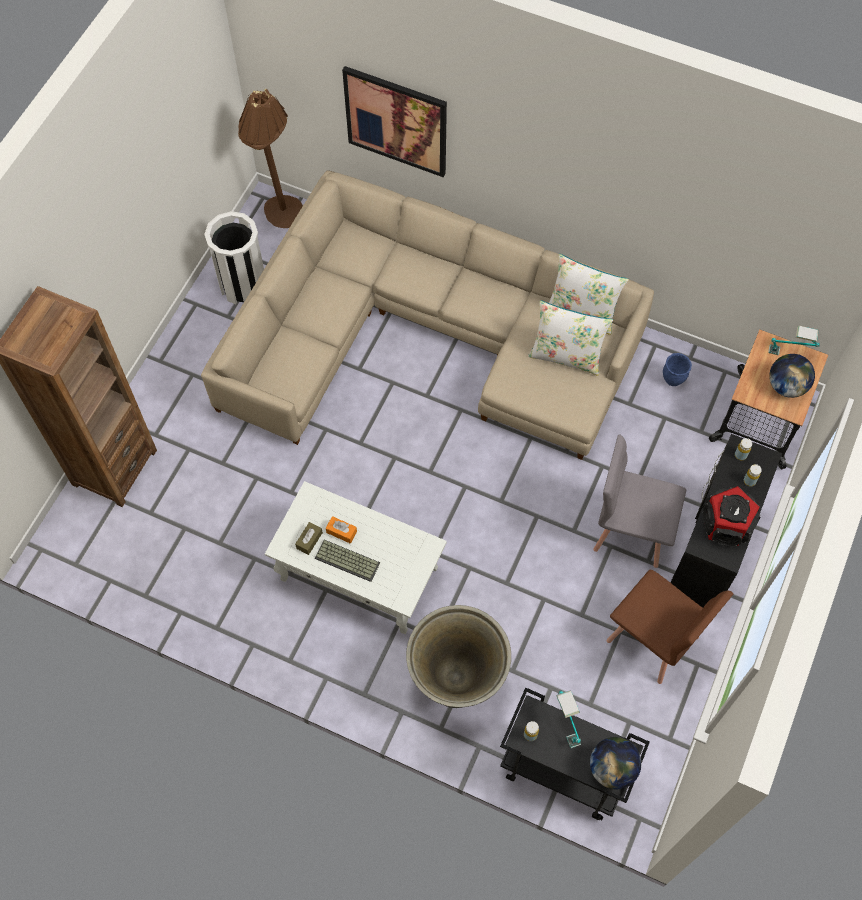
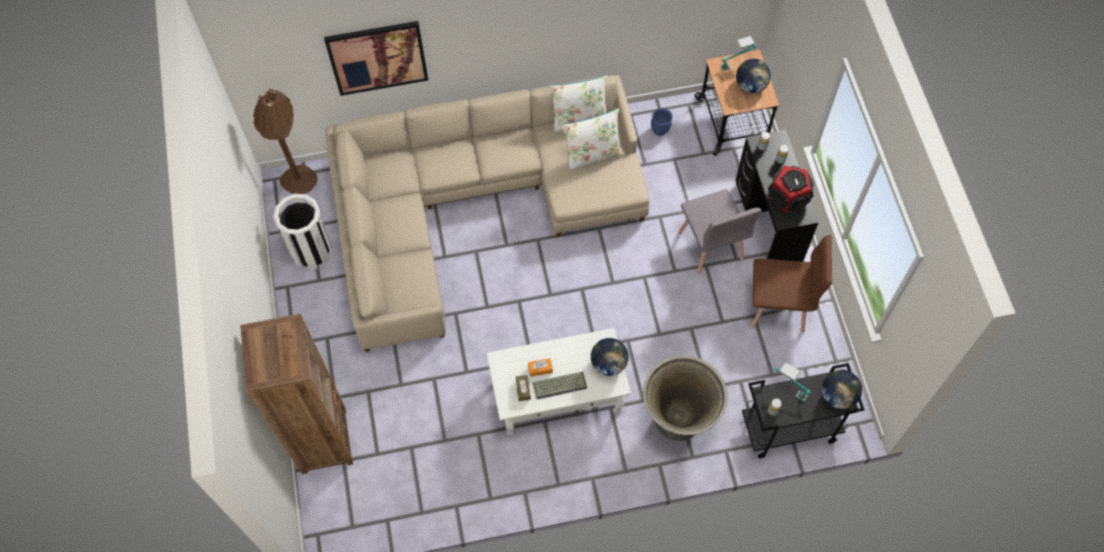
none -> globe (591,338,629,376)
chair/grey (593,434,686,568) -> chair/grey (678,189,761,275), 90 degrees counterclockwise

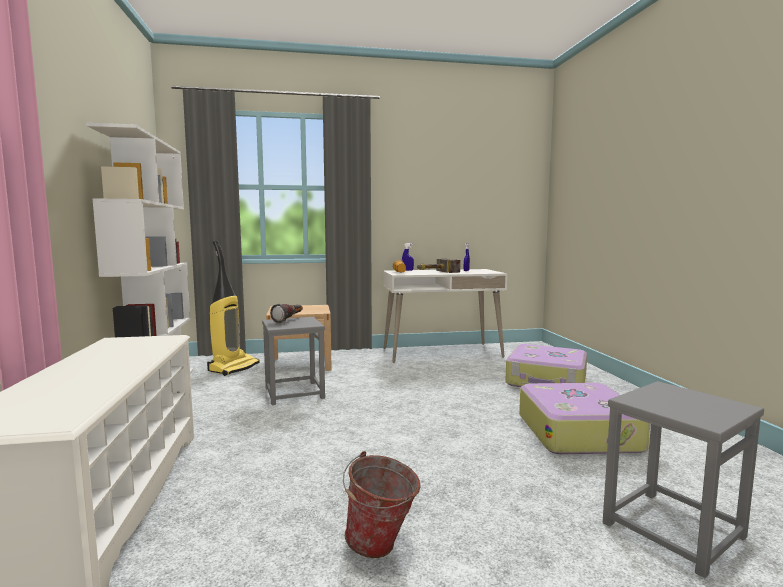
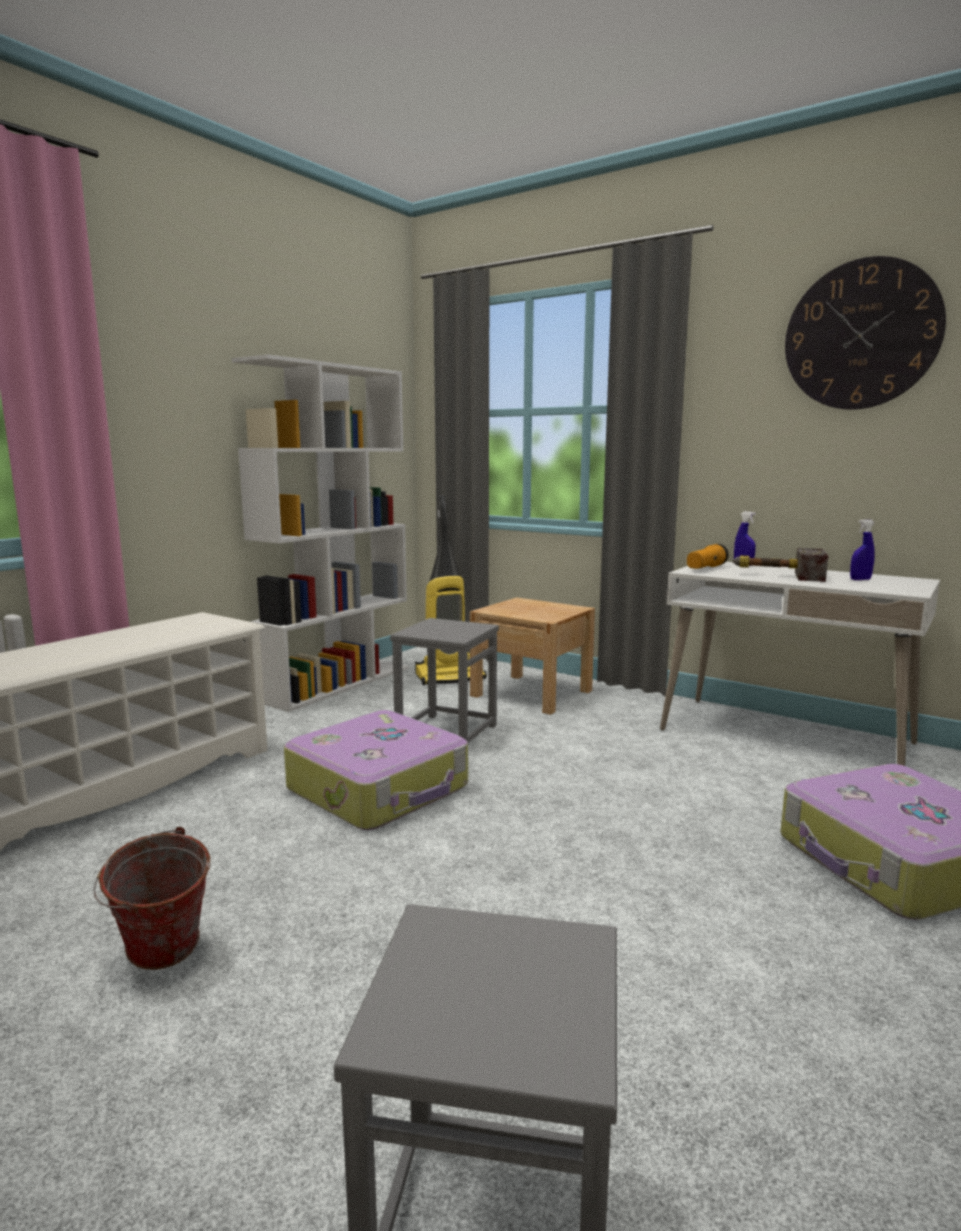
suitcase (519,383,650,454) -> suitcase (284,710,468,830), shifted
none -> wall clock (785,256,946,410)
flashlight (270,304,303,323) -> none

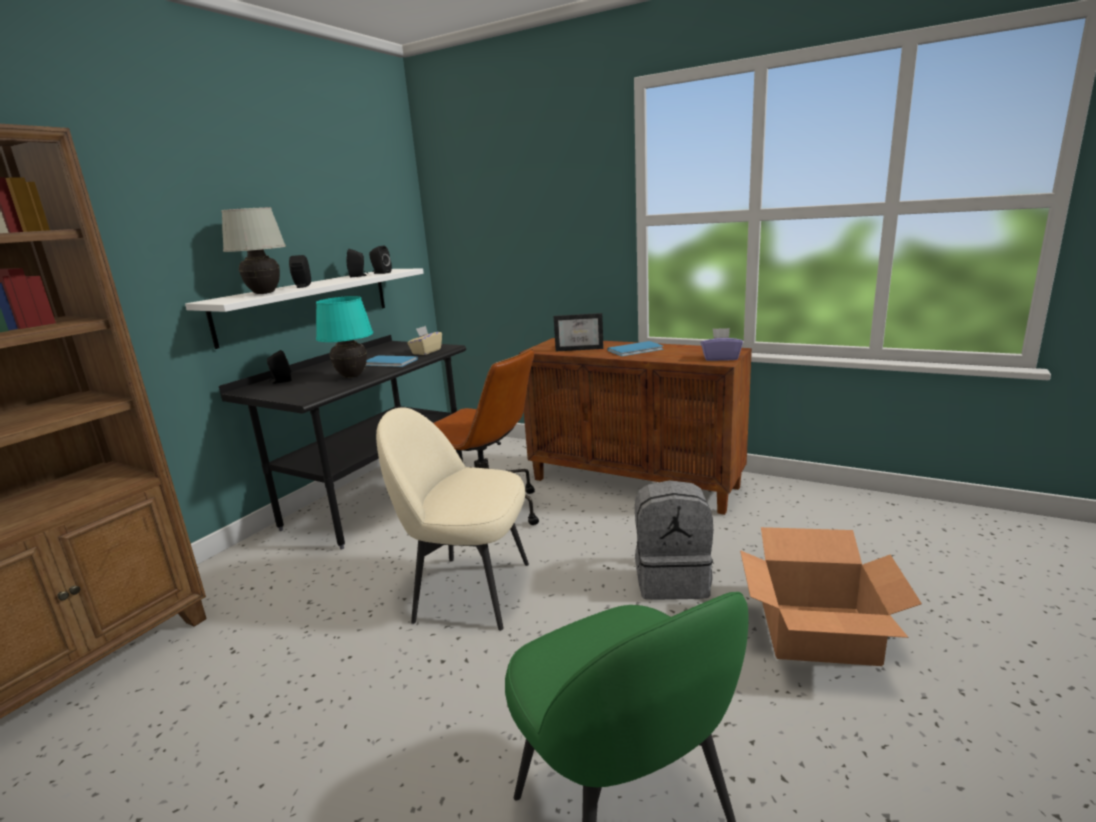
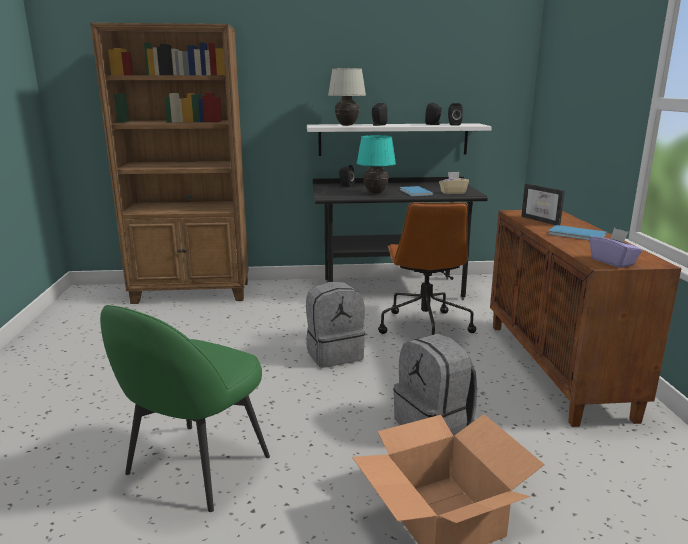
chair/beige (376,407,529,631) -> backpack/grey (306,282,365,368)

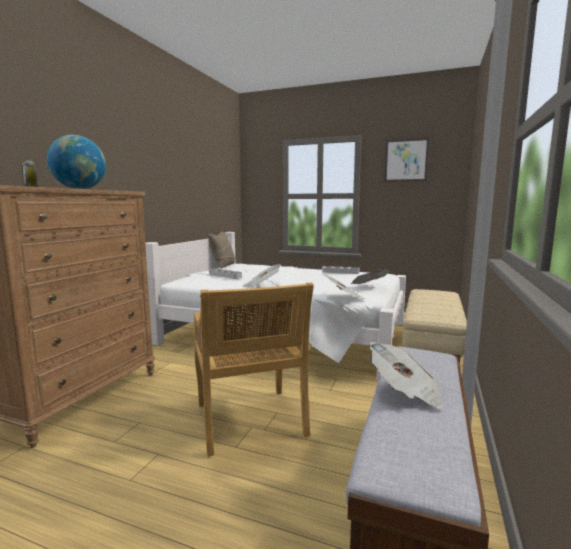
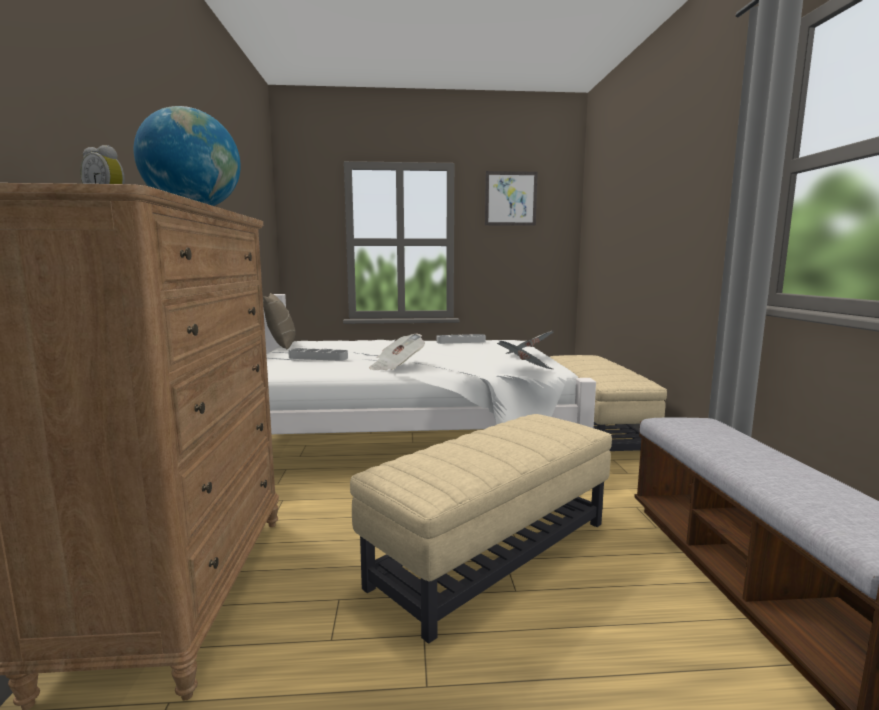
chair/beige (194,283,314,457) -> ottoman/beige (350,414,612,644)
newspaper (369,342,443,409) -> none

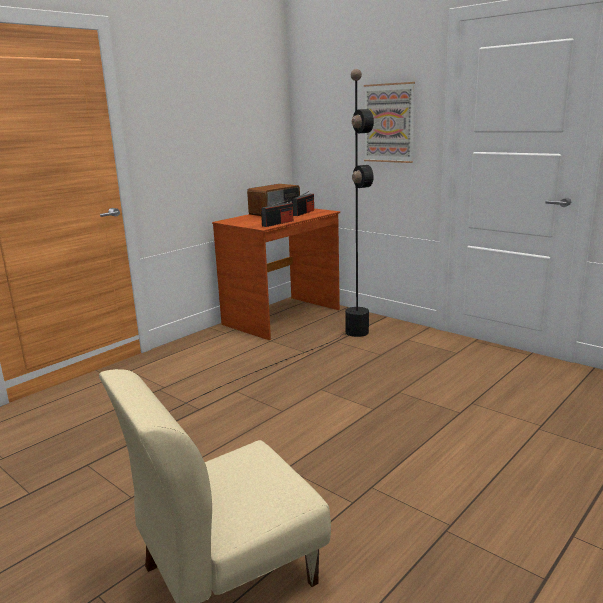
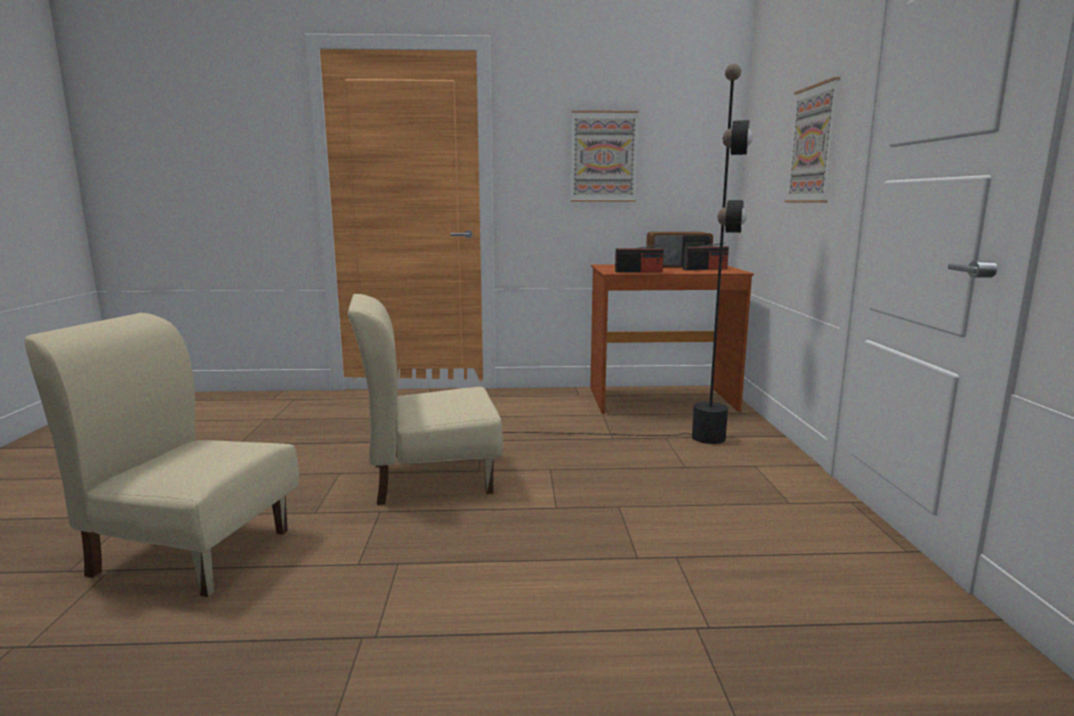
none -> chair/beige (348,294,503,505)
none -> picture (571,110,639,202)

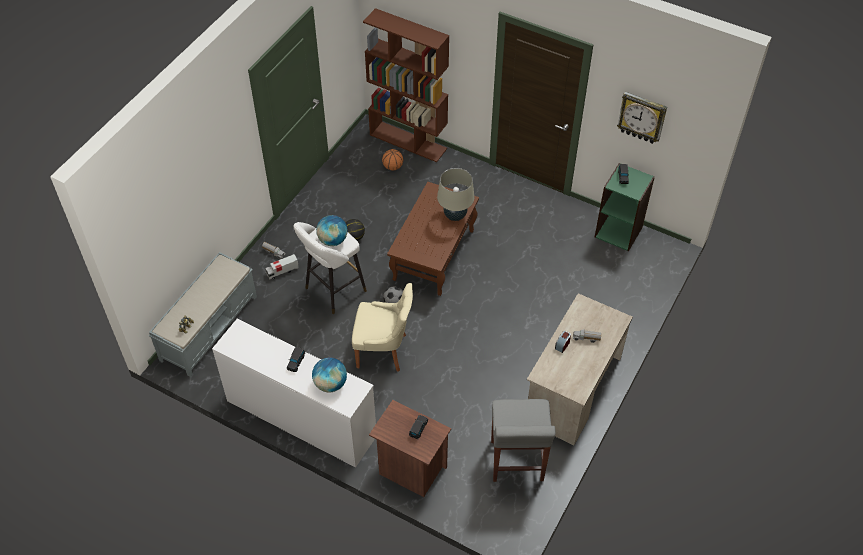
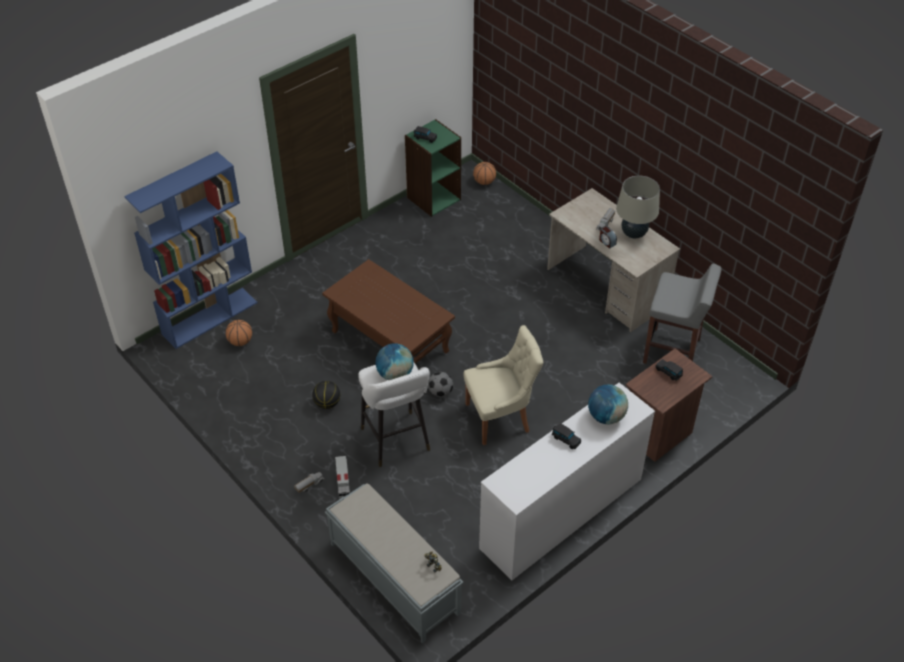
bookcase/brown (363,8,449,162) -> bookcase/blue (124,152,257,349)
chair/beige (352,283,413,372) -> chair/beige (463,325,543,445), 45 degrees clockwise
none -> basketball (473,162,496,185)
table lamp/beige (437,168,474,221) -> table lamp/beige (616,176,660,238), shifted
wall clock (617,92,667,144) -> none

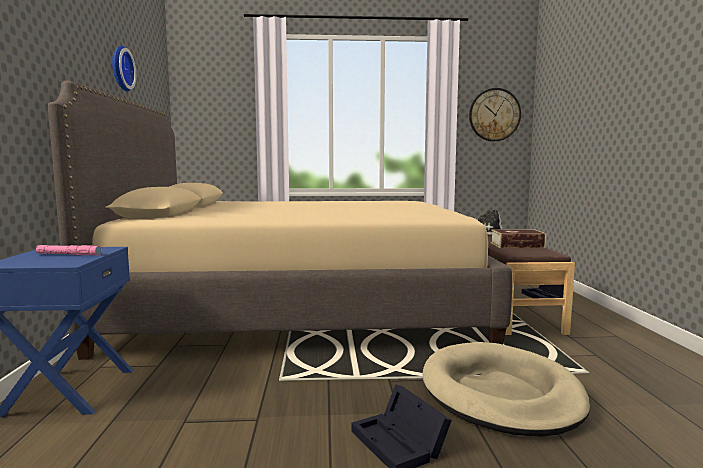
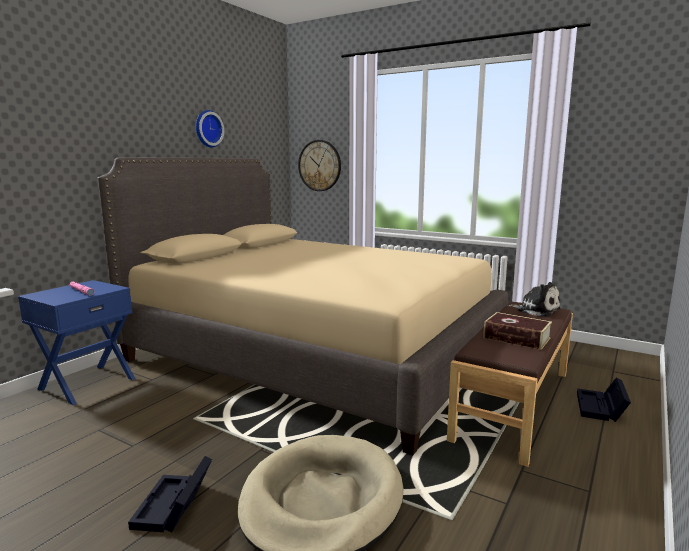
wall clock (469,88,521,141) -> wall clock (298,140,341,191), shifted

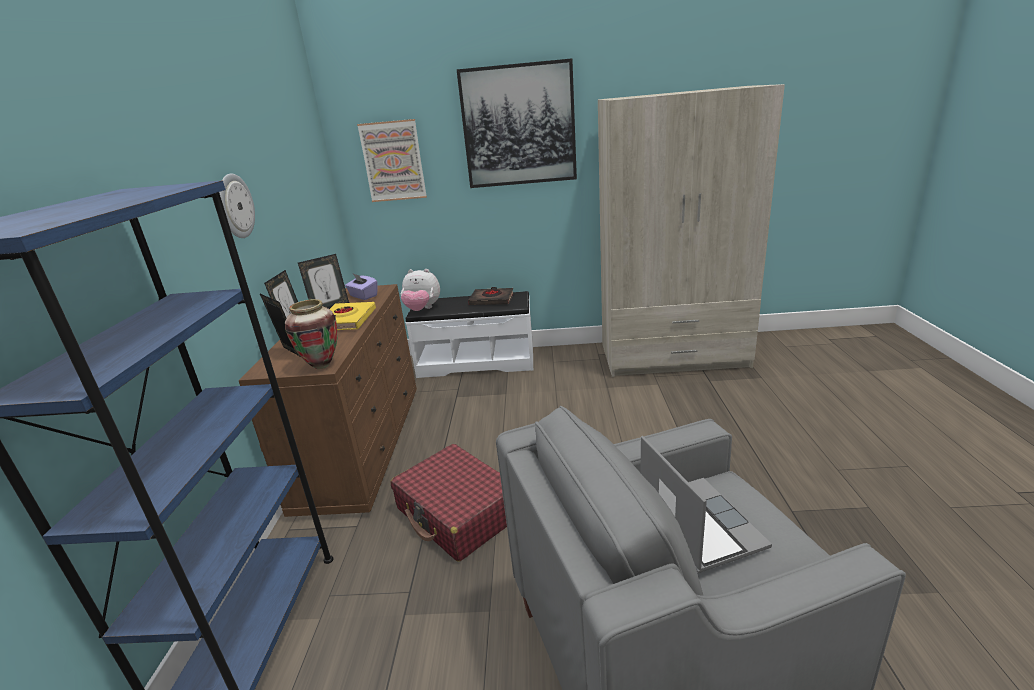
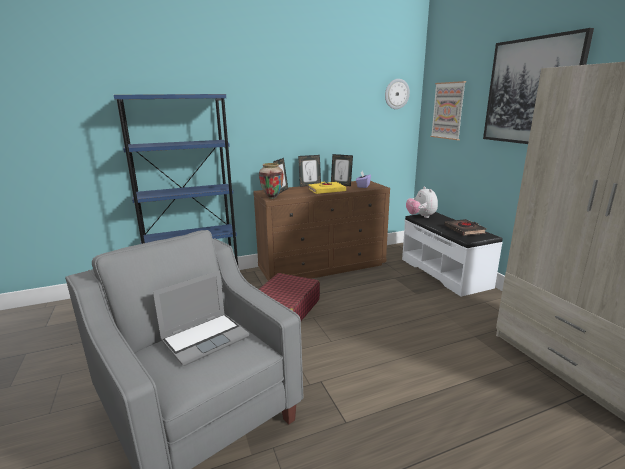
wall clock (219,173,255,238) -> wall clock (385,79,410,109), shifted

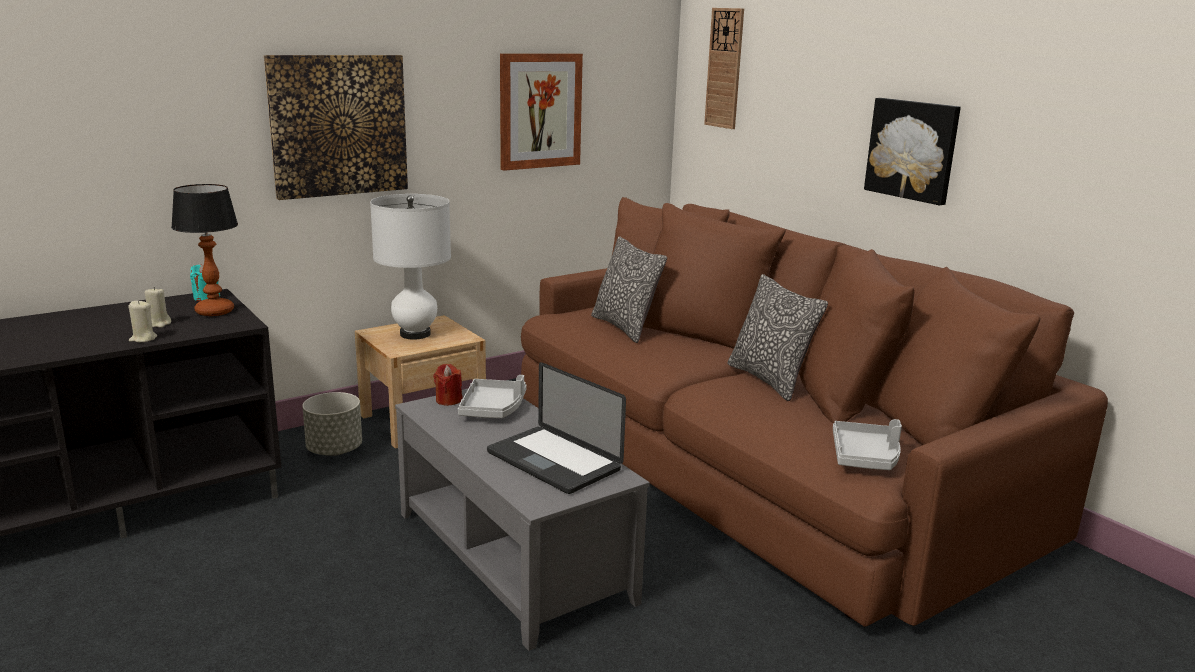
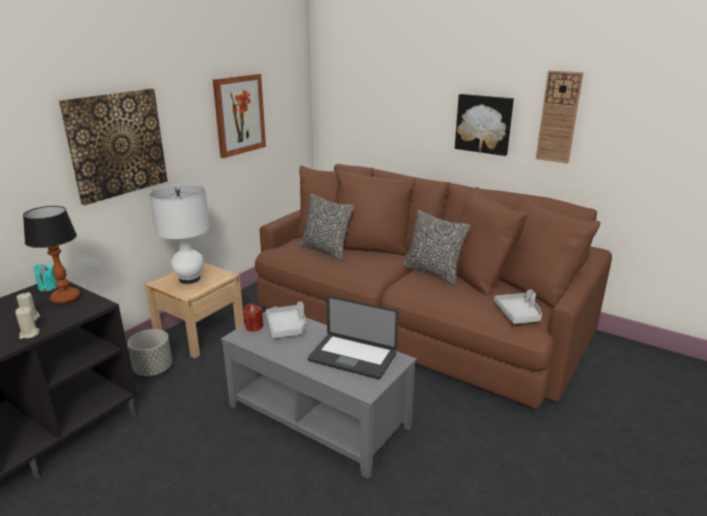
wall clock (704,8,744,129) -> wall clock (536,70,584,163), shifted

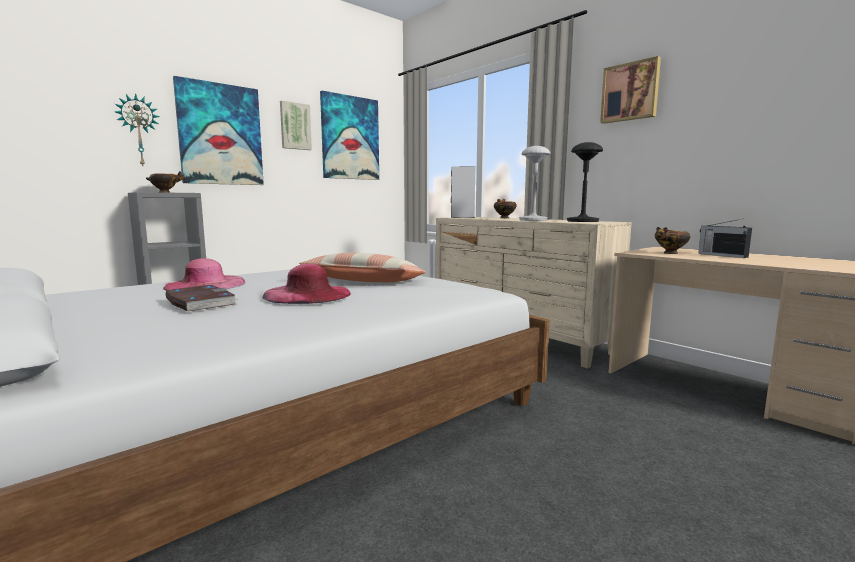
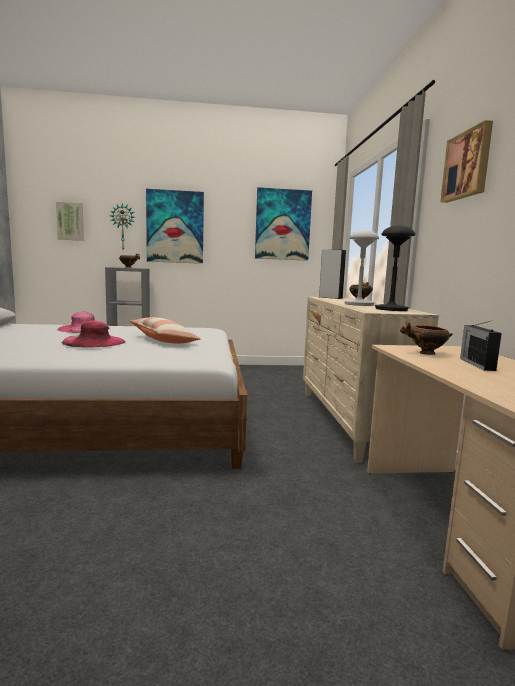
picture (280,101,312,150) -> picture (56,202,84,241), shifted
book (165,285,238,311) -> none

